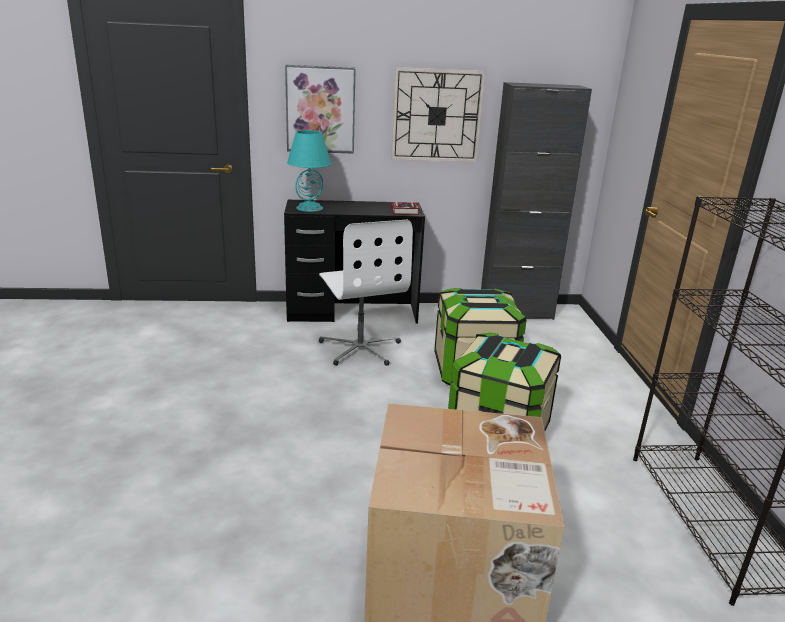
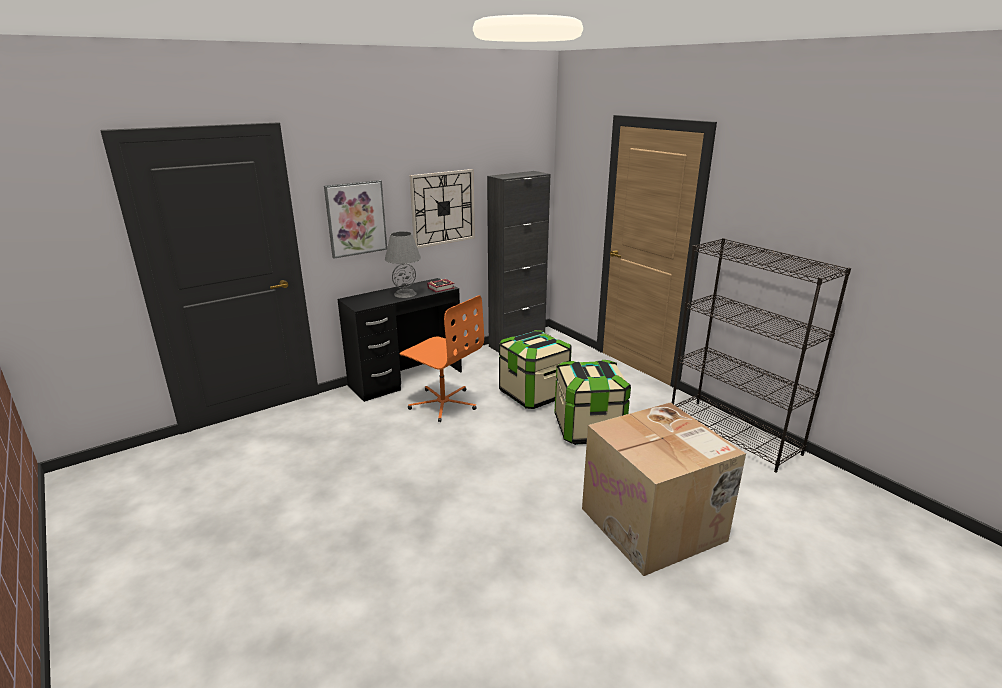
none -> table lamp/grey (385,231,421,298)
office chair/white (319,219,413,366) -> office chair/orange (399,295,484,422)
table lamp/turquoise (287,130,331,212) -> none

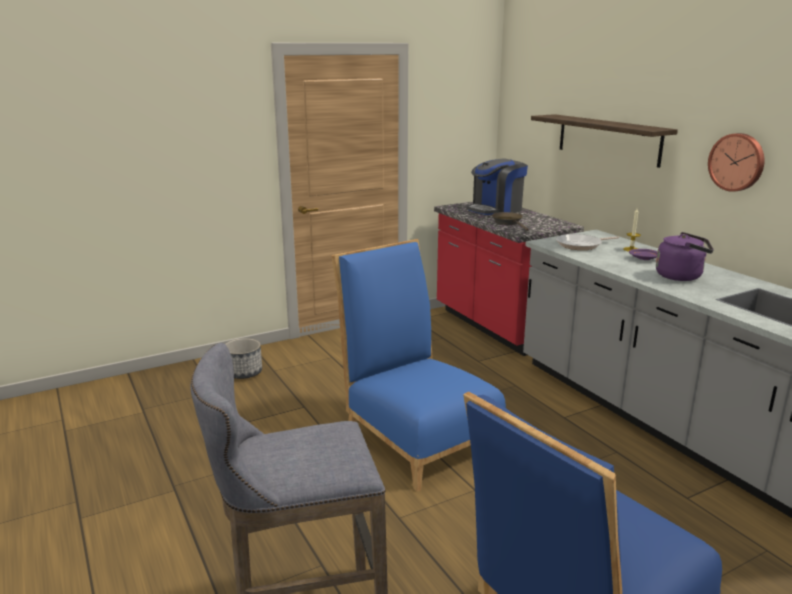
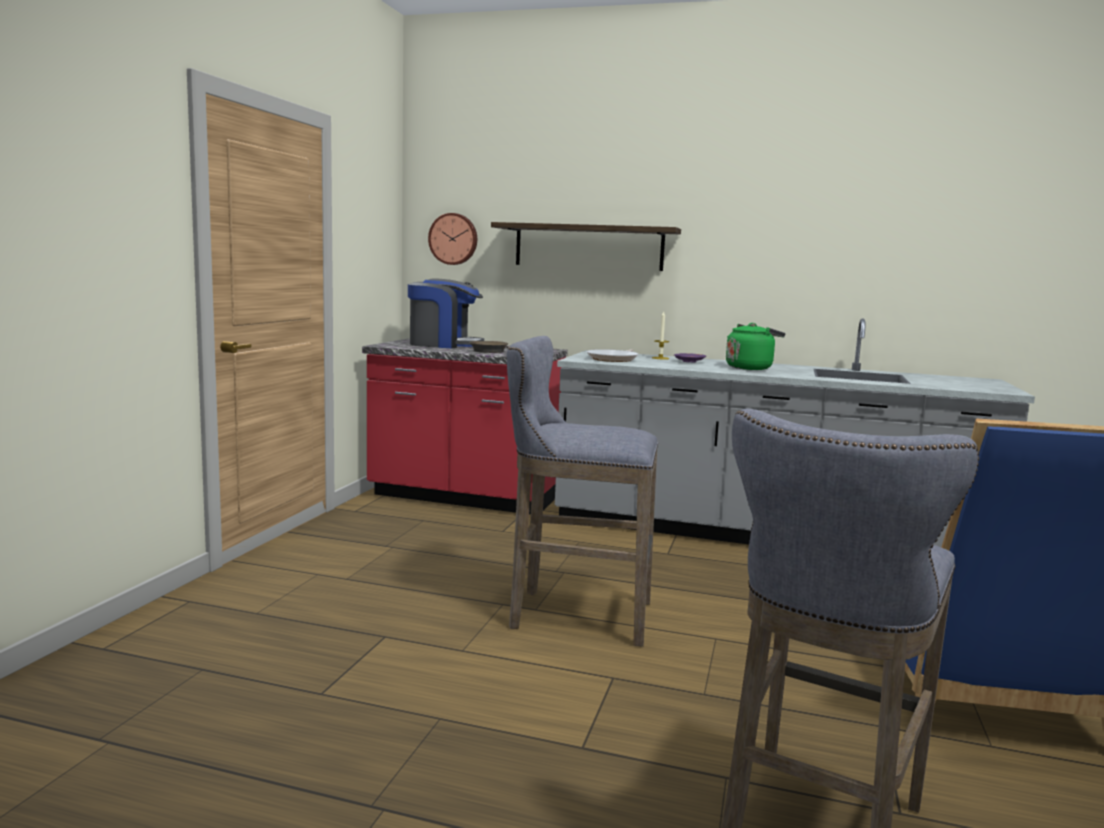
coffee machine (467,158,528,215) -> coffee machine (408,278,484,348), 90 degrees counterclockwise
wall clock (708,133,764,192) -> wall clock (428,213,477,265), shifted
chair/blue (332,239,506,492) -> stool/grey (507,336,658,647)
kettle/purple (656,232,714,281) -> kettle/green (726,323,786,370)
planter (225,338,262,379) -> none

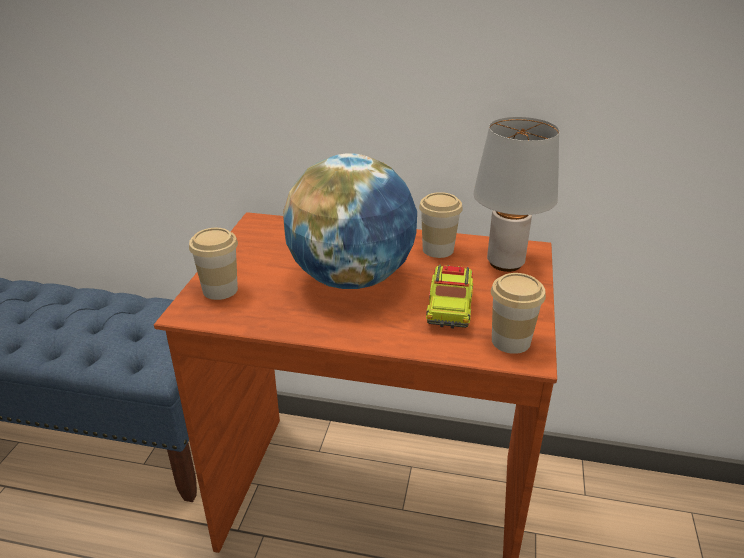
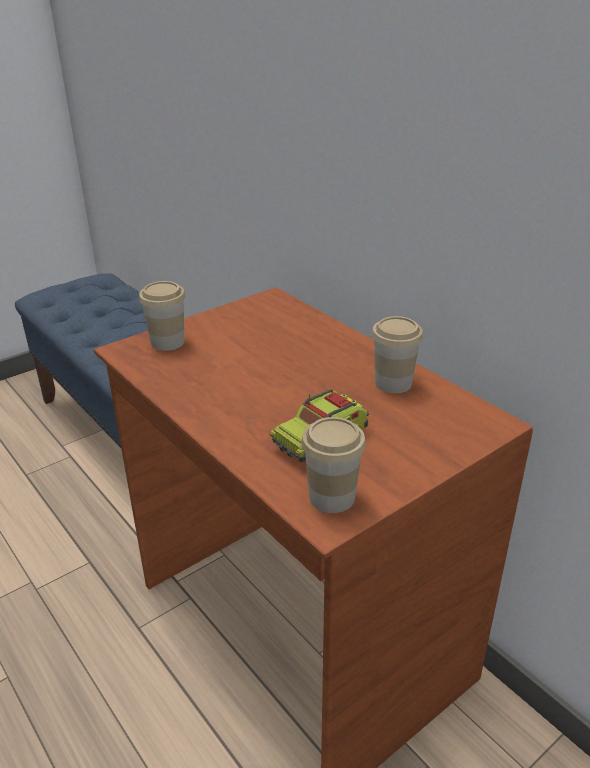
globe (283,153,417,289) -> none
table lamp/grey (473,117,560,272) -> none

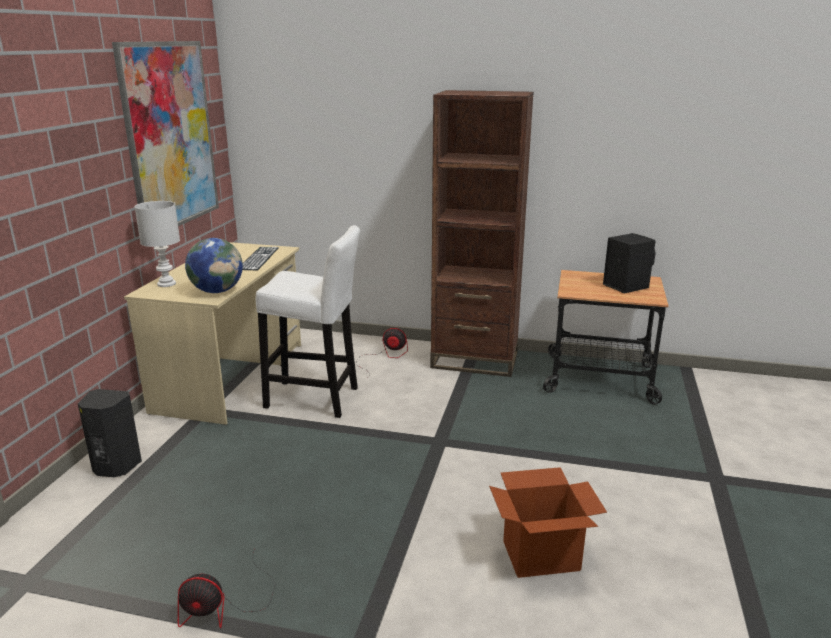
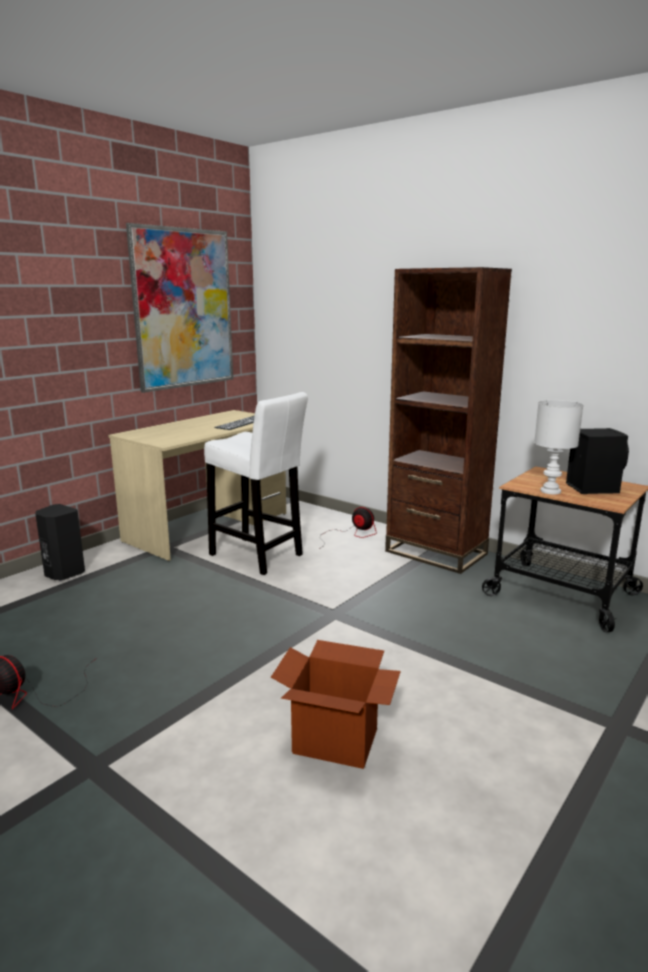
table lamp/white (135,201,180,287) -> table lamp/white (534,400,583,495), shifted
globe (185,238,243,293) -> none

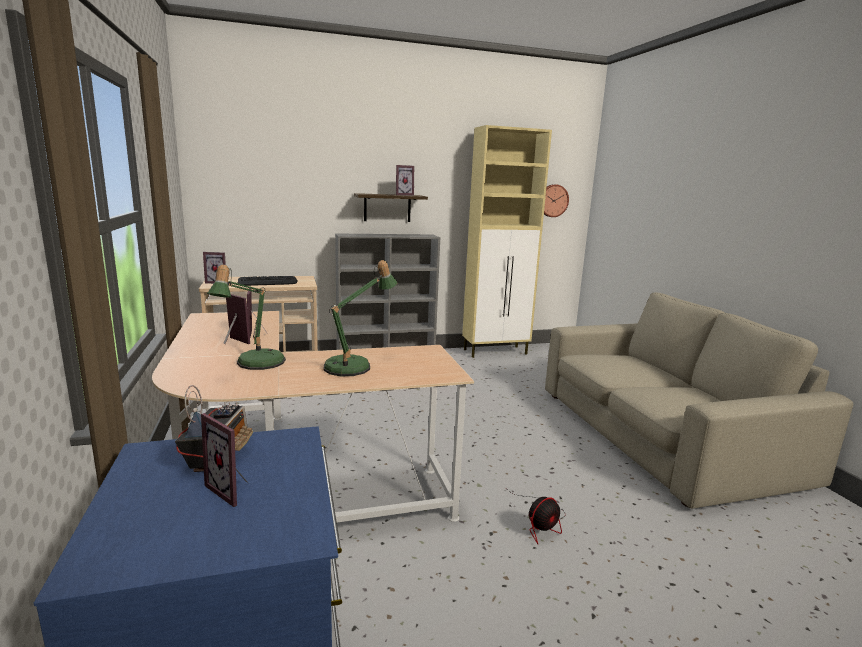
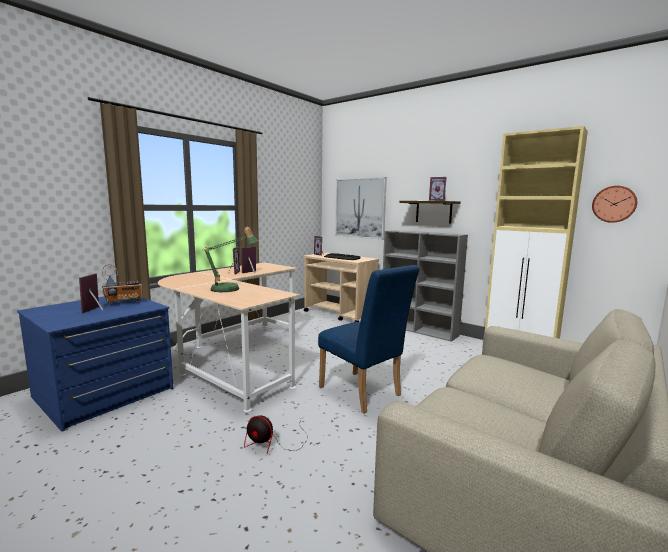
none -> chair/blue (318,265,419,413)
none -> picture (335,177,387,240)
table lamp (207,265,286,370) -> none

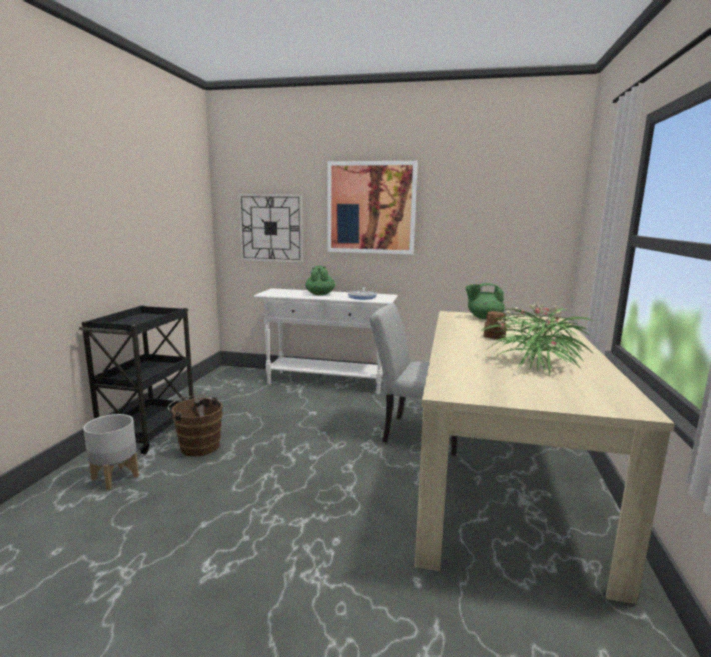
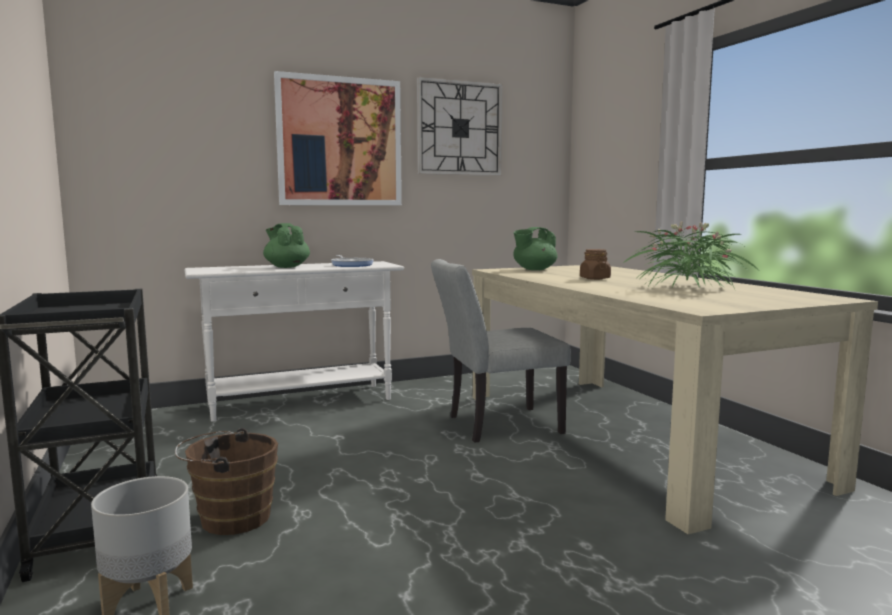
wall clock (238,194,303,263) -> wall clock (417,77,503,176), shifted

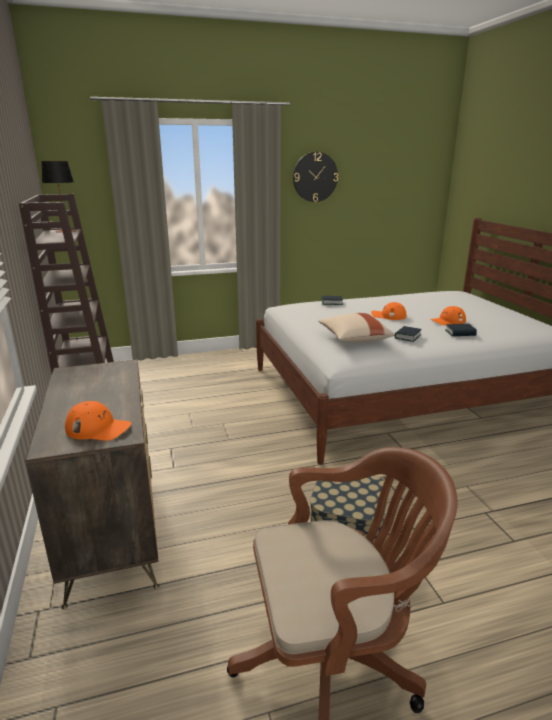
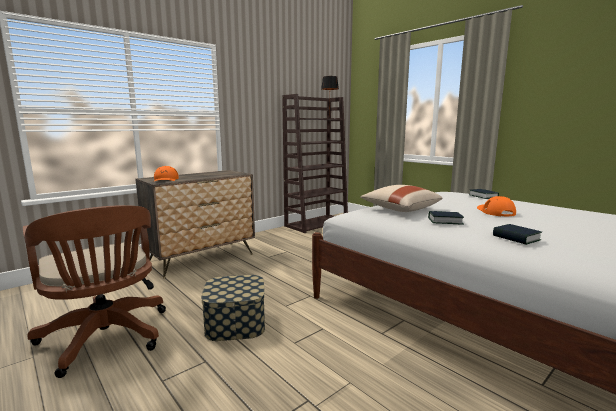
wall clock (293,152,338,202) -> none
cap/orange (431,306,466,325) -> none

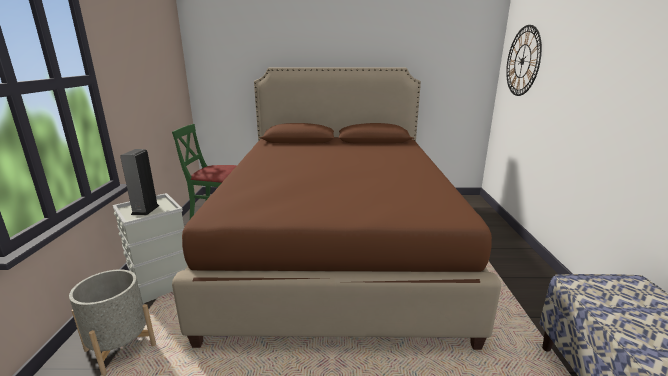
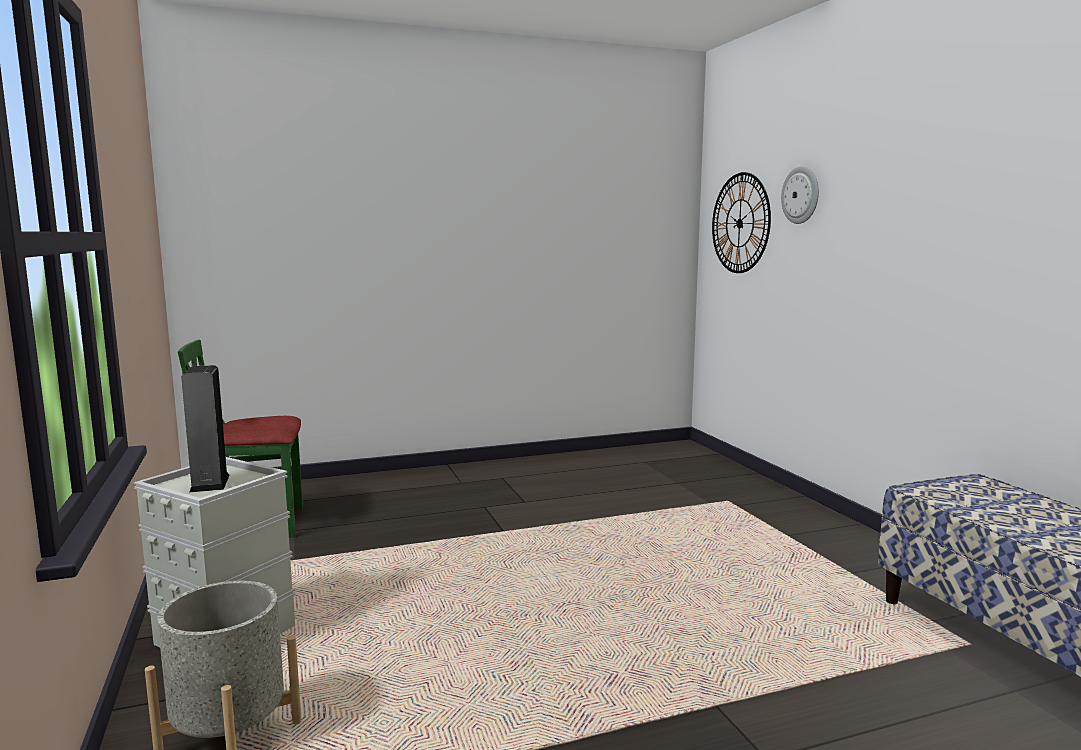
none -> wall clock (781,166,819,224)
bed/brown (172,67,501,350) -> none

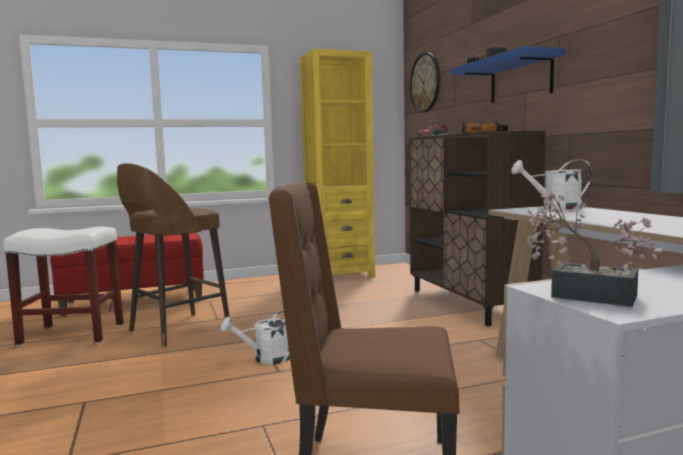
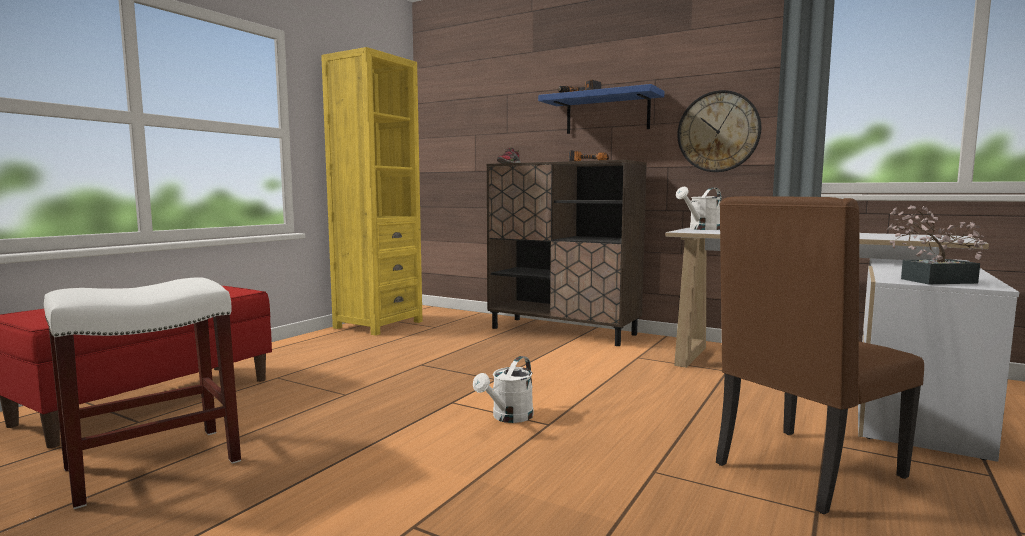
wall clock (410,53,440,113) -> wall clock (677,90,761,172), shifted
stool/brown (117,163,230,347) -> none

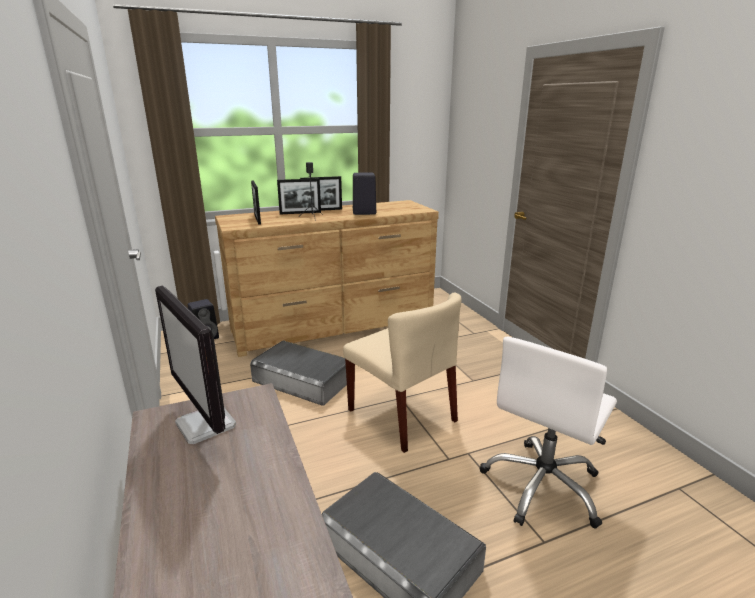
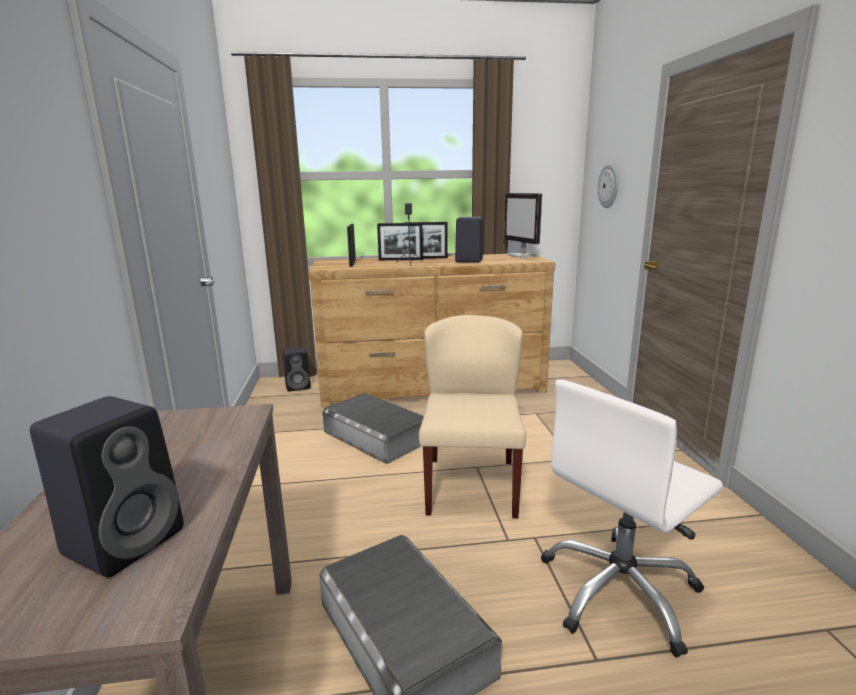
none -> speaker/black (30,396,184,577)
chair/beige (343,292,462,453) -> chair/beige (419,315,526,519), 150 degrees counterclockwise
monitor (155,286,236,444) -> monitor (504,193,542,258), shifted
none -> wall clock (598,164,618,208)

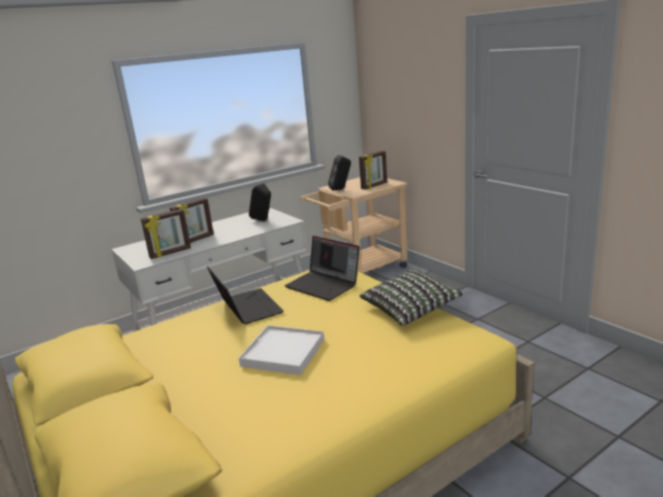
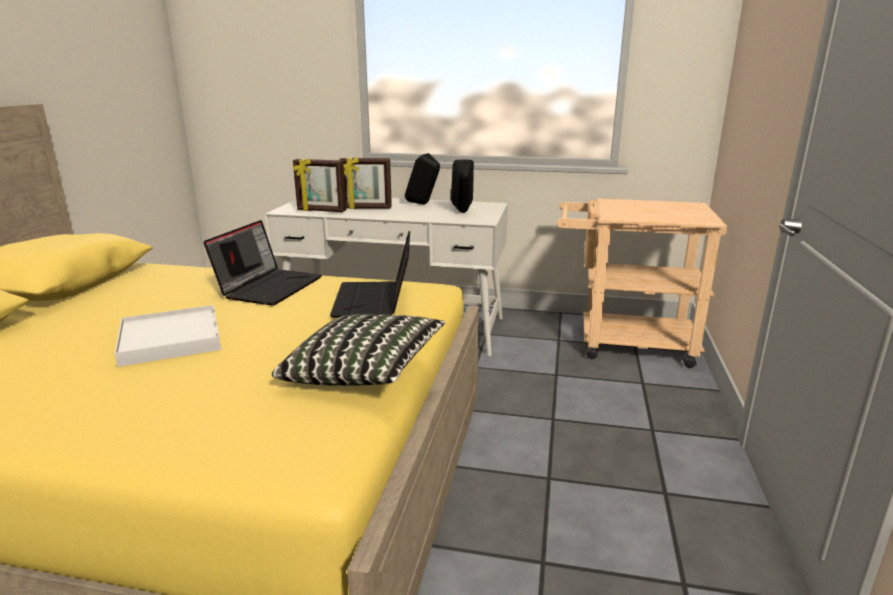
speaker/black (328,155,351,191) -> speaker/black (405,153,440,204), shifted
picture frame (359,151,387,190) -> none

